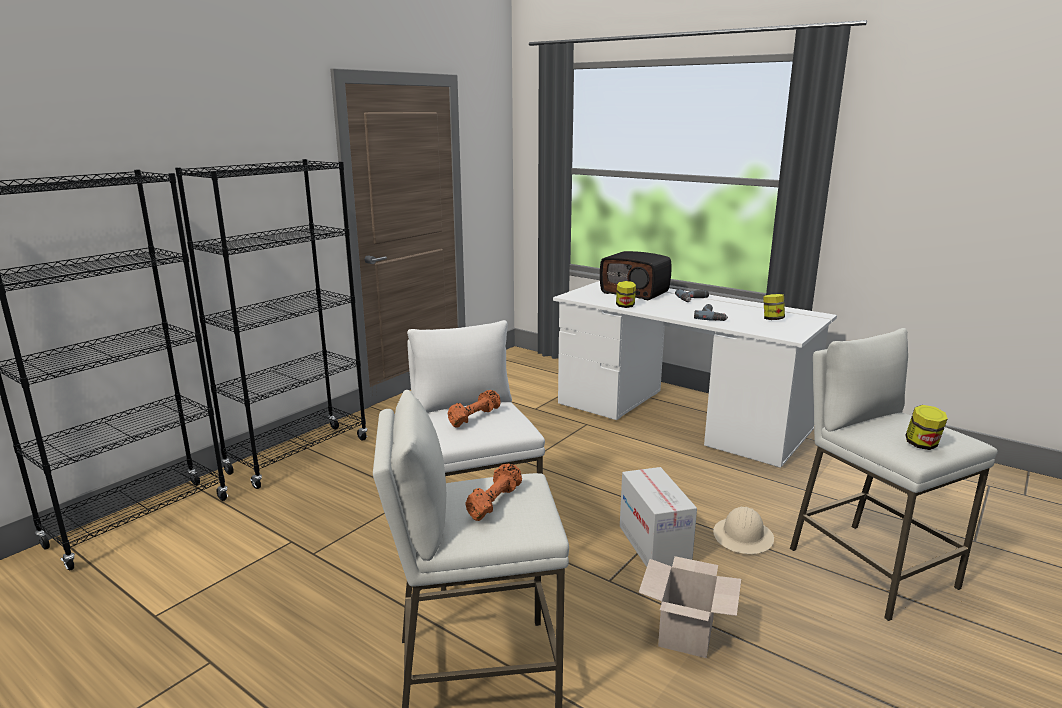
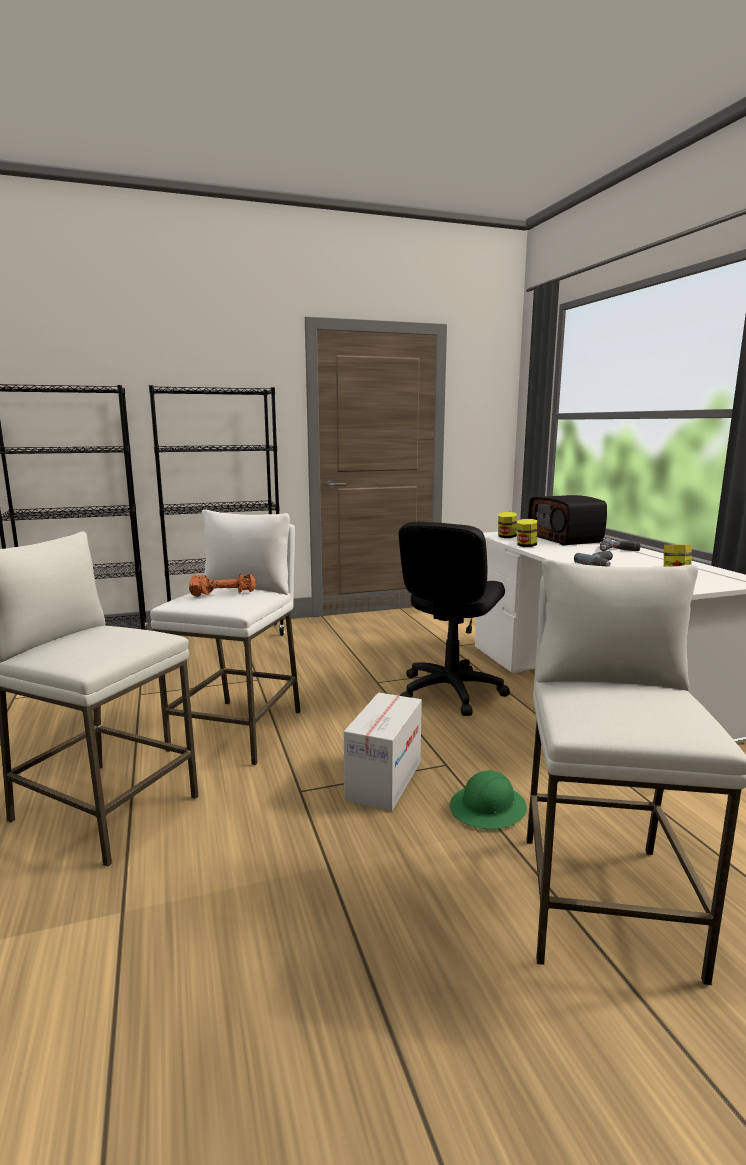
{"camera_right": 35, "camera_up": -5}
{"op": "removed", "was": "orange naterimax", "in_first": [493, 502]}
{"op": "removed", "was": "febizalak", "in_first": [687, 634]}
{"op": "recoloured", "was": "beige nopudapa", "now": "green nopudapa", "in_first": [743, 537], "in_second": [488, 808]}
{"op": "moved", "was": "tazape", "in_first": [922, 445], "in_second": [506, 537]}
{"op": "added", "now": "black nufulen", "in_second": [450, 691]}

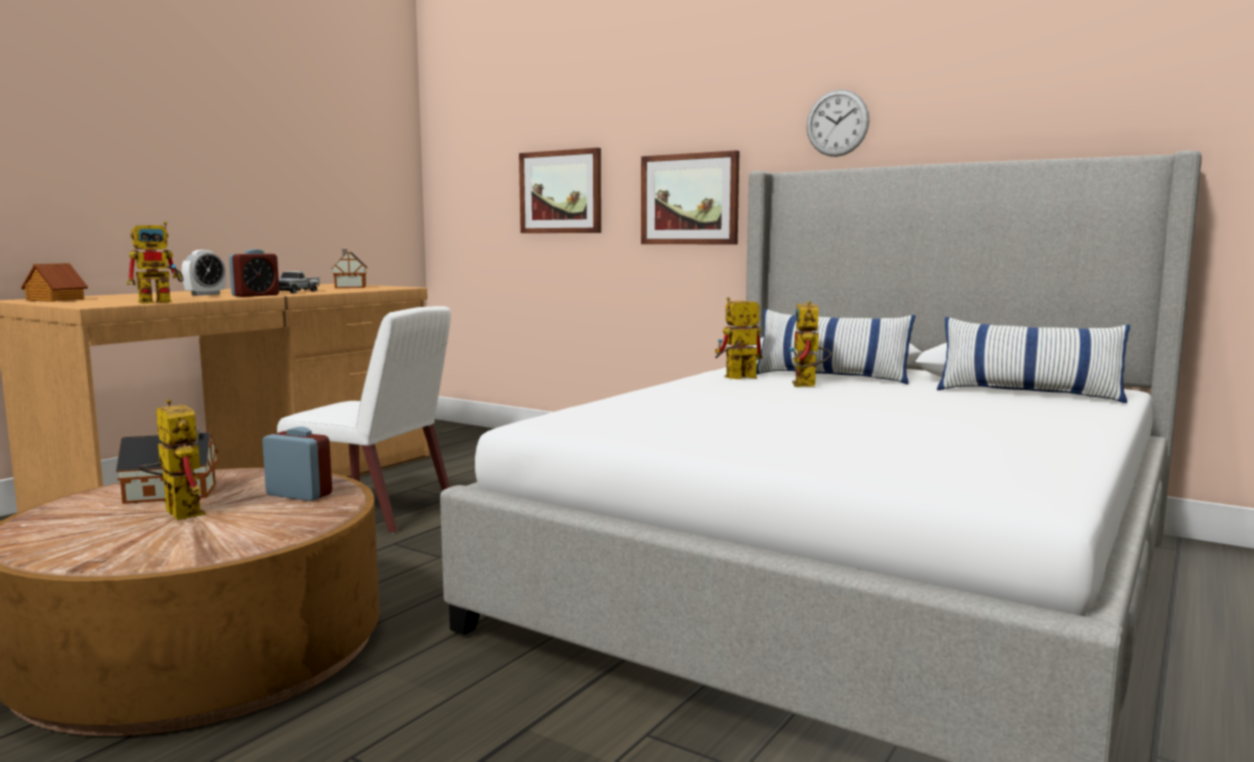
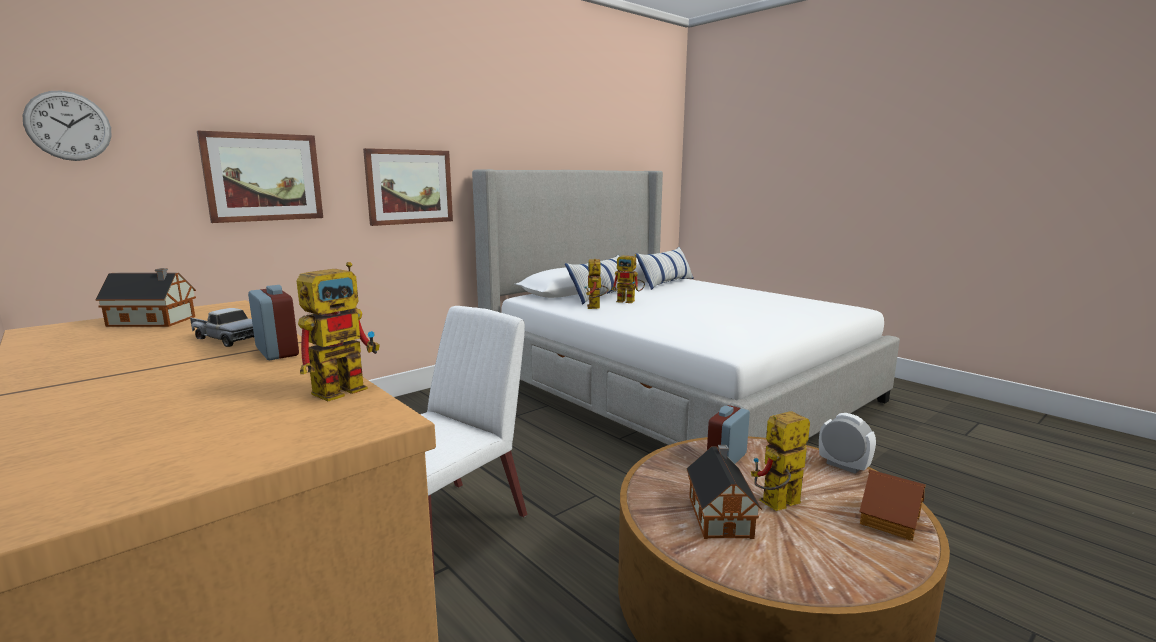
{"camera_right": -75, "camera_up": 5}
{"op": "moved", "was": "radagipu", "in_first": [54, 300], "in_second": [891, 520]}
{"op": "turned", "was": "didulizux", "in_first": [162, 302], "in_second": [347, 387], "clockwise": 60}
{"op": "moved", "was": "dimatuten", "in_first": [205, 294], "in_second": [843, 466]}
{"op": "moved", "was": "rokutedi", "in_first": [837, 123], "in_second": [68, 126]}

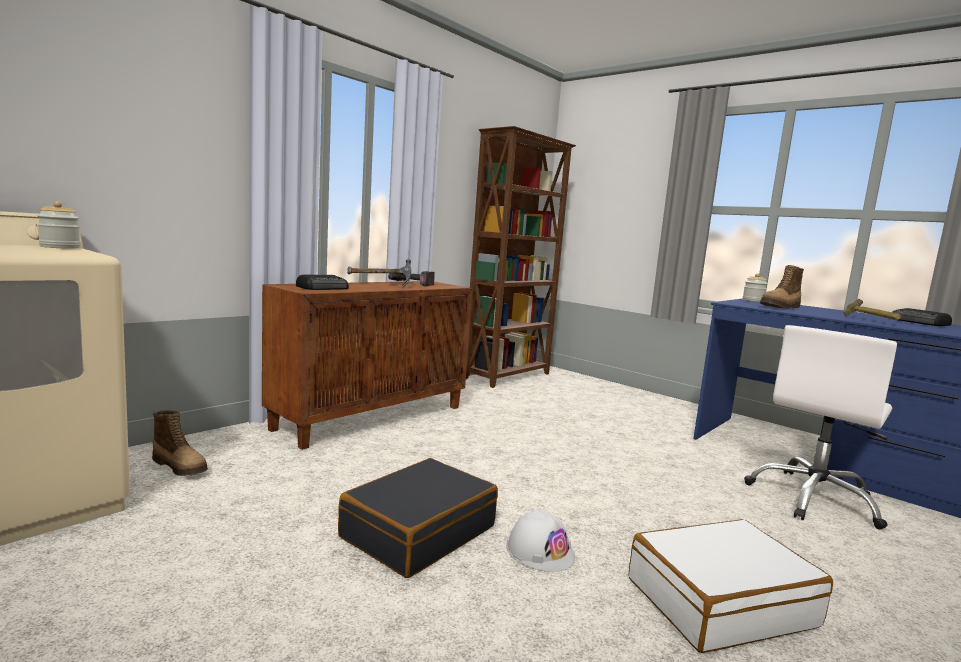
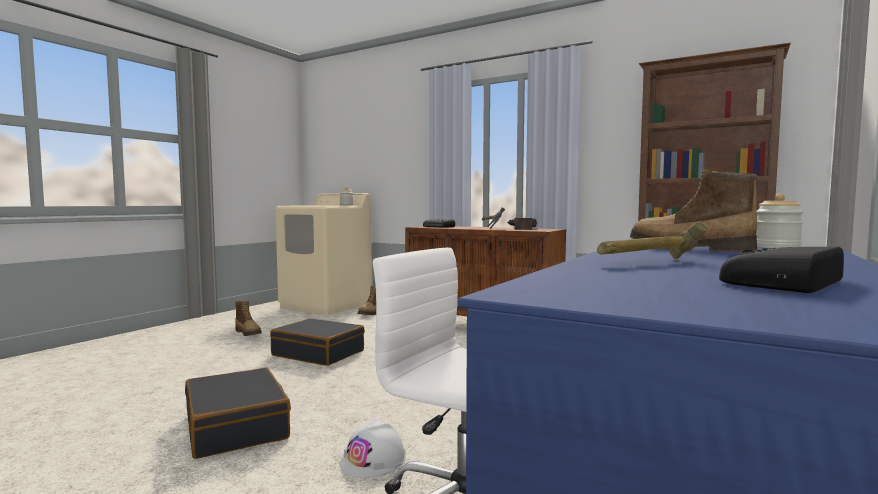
{"camera_right": 80, "camera_up": -5}
{"op": "moved", "was": "white nopudapa", "in_first": [540, 551], "in_second": [373, 460]}
{"op": "recoloured", "was": "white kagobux", "now": "black kagobux", "in_first": [719, 601], "in_second": [237, 427]}
{"op": "added", "now": "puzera", "in_second": [248, 333]}

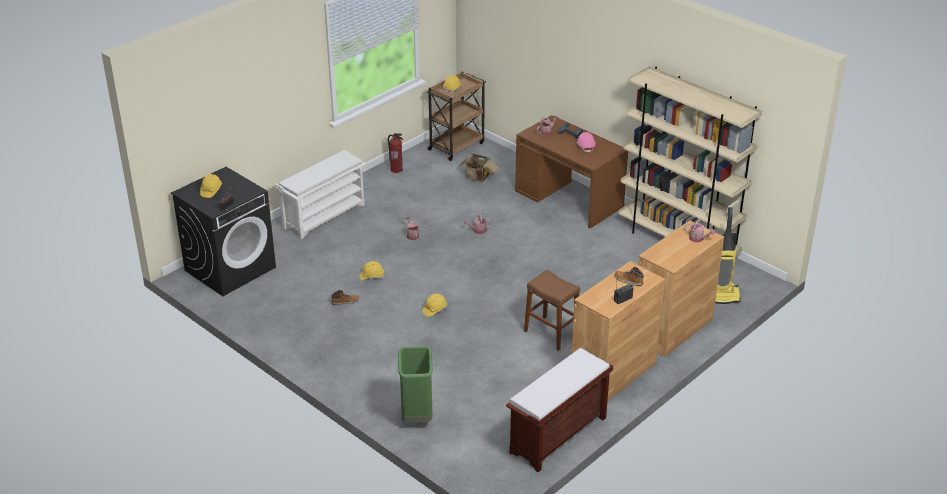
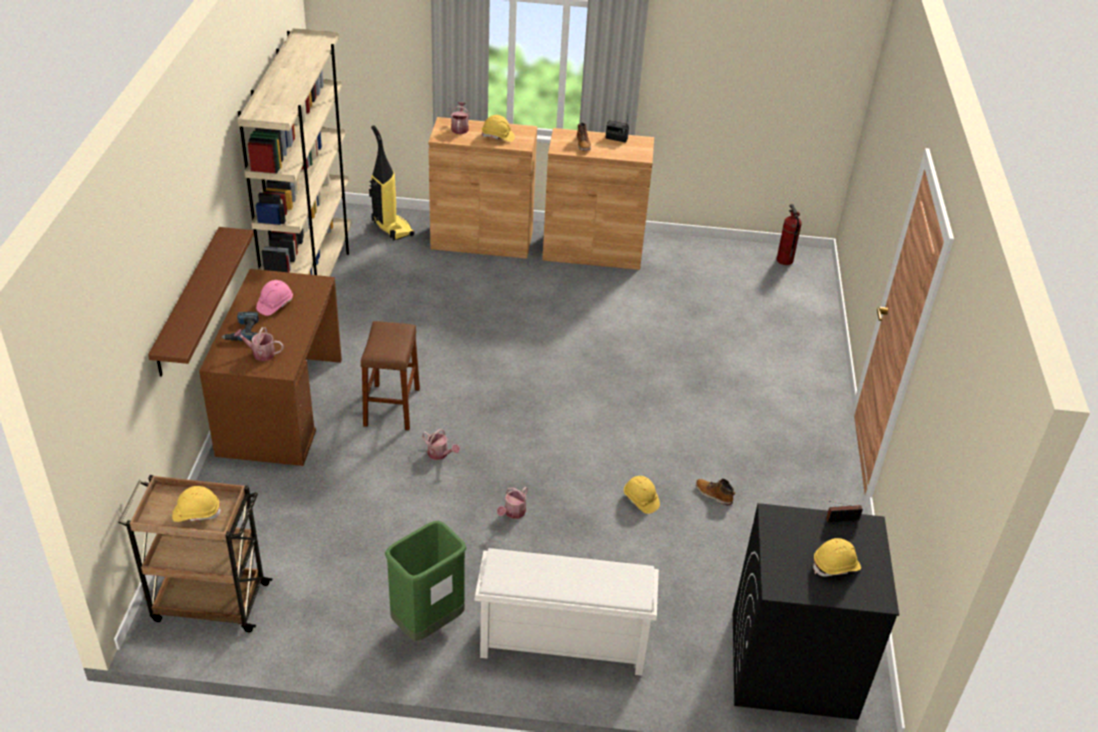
{"camera_right": -130, "camera_up": 5}
{"op": "moved", "was": "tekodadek", "in_first": [396, 169], "in_second": [784, 260]}
{"op": "moved", "was": "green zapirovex", "in_first": [417, 416], "in_second": [428, 623]}
{"op": "moved", "was": "yellow nopudapa", "in_first": [434, 309], "in_second": [498, 136]}
{"op": "removed", "was": "febizalak", "in_first": [477, 178]}
{"op": "removed", "was": "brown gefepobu", "in_first": [558, 436]}
{"op": "moved", "was": "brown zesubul", "in_first": [551, 333], "in_second": [392, 407]}
{"op": "added", "now": "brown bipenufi", "in_second": [188, 302]}

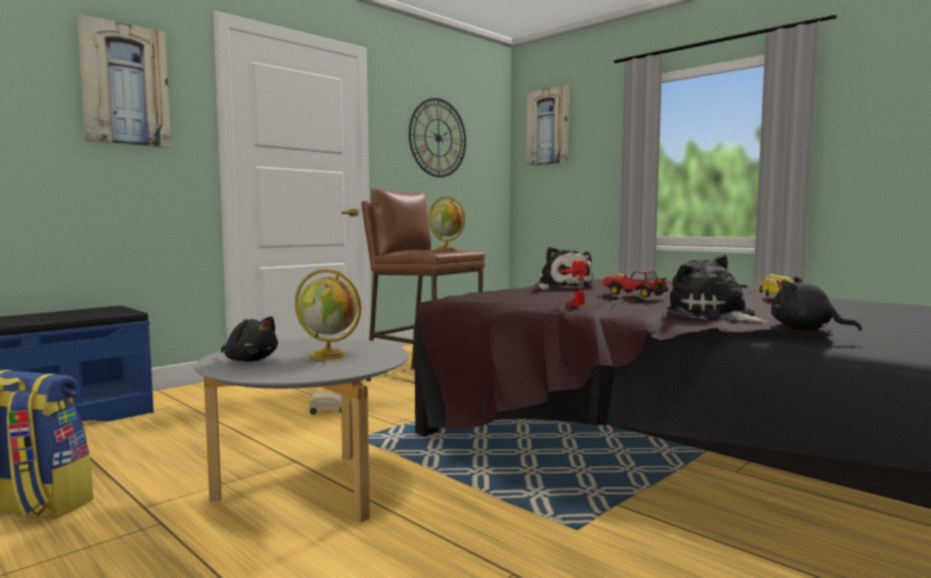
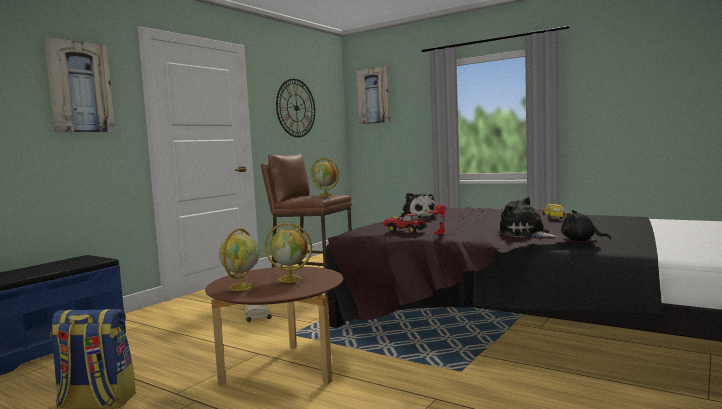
{"camera_right": -10, "camera_up": 0}
{"op": "recoloured", "was": "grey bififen", "now": "brown bififen", "in_first": [310, 489], "in_second": [281, 369]}
{"op": "replaced", "was": "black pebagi", "now": "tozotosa", "in_first": [250, 360], "in_second": [241, 287]}
{"op": "moved", "was": "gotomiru", "in_first": [633, 295], "in_second": [404, 230]}

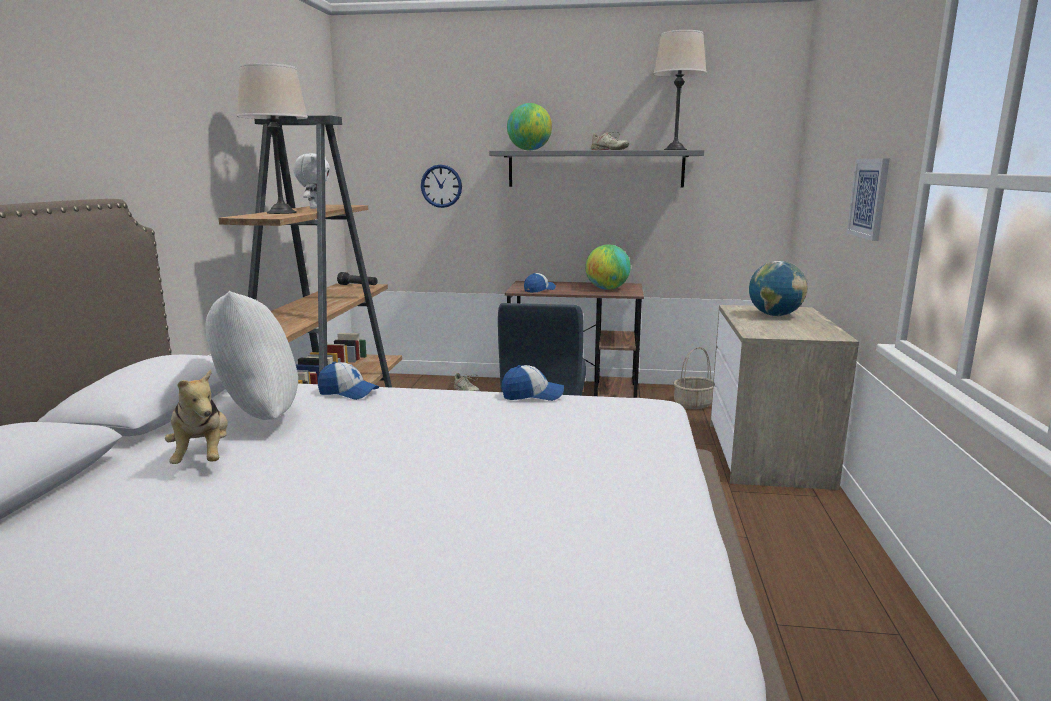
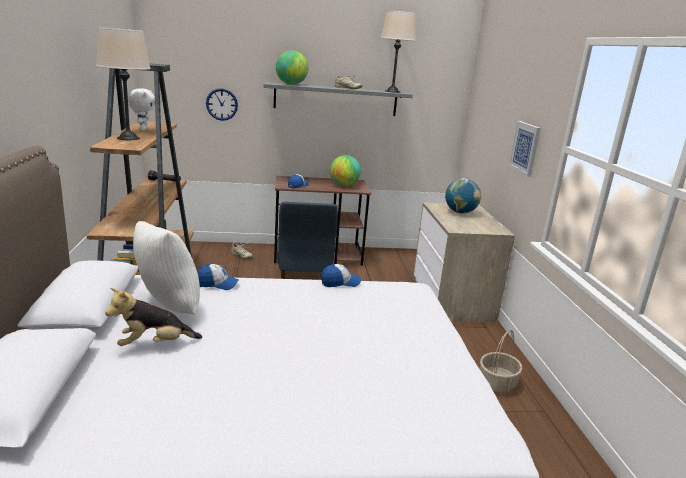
{"camera_right": -15, "camera_up": 5}
{"op": "turned", "was": "pebagi", "in_first": [203, 458], "in_second": [154, 344], "clockwise": 105}
{"op": "moved", "was": "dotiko", "in_first": [693, 404], "in_second": [497, 383]}

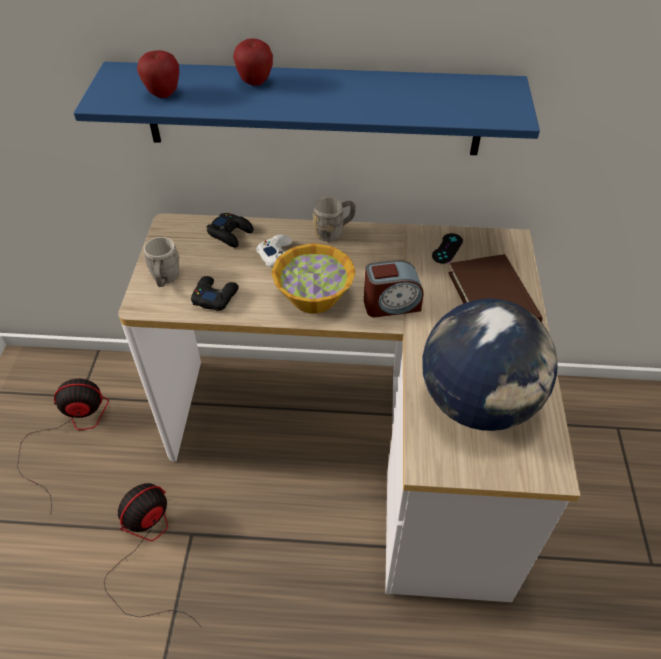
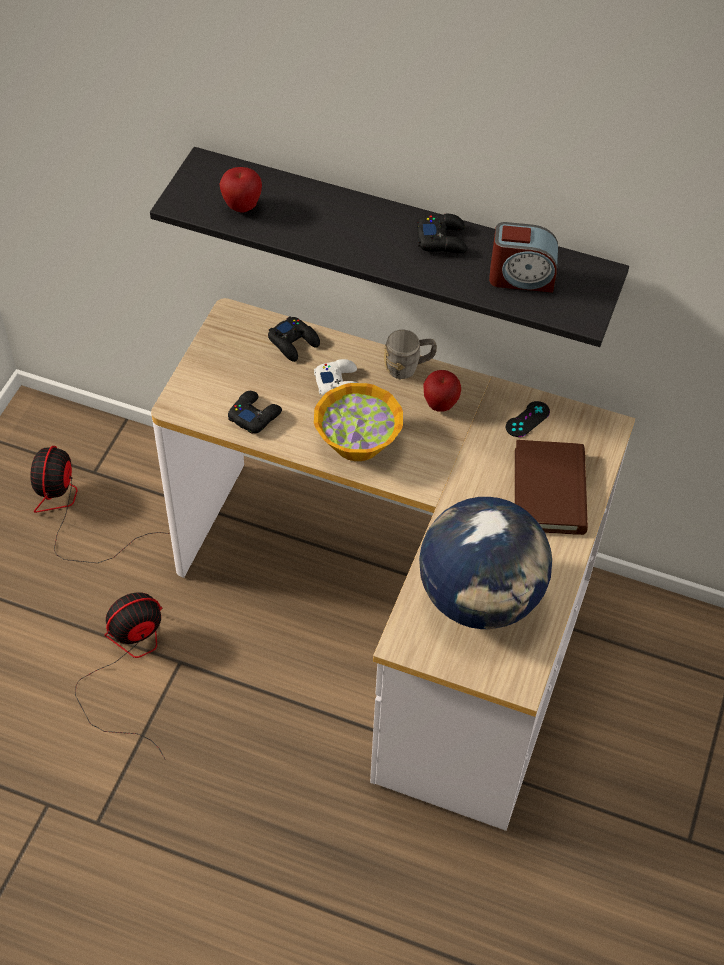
{"camera_right": 15, "camera_up": 5}
{"op": "turned", "was": "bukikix", "in_first": [69, 433], "in_second": [72, 512], "clockwise": -90}
{"op": "recoloured", "was": "blue bipenufi", "now": "black bipenufi", "in_first": [313, 109], "in_second": [402, 239]}
{"op": "removed", "was": "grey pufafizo", "in_first": [165, 279]}
{"op": "moved", "was": "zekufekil", "in_first": [255, 82], "in_second": [440, 405]}
{"op": "moved", "was": "dimatuten", "in_first": [391, 304], "in_second": [521, 277]}
{"op": "added", "now": "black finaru", "in_second": [442, 239]}

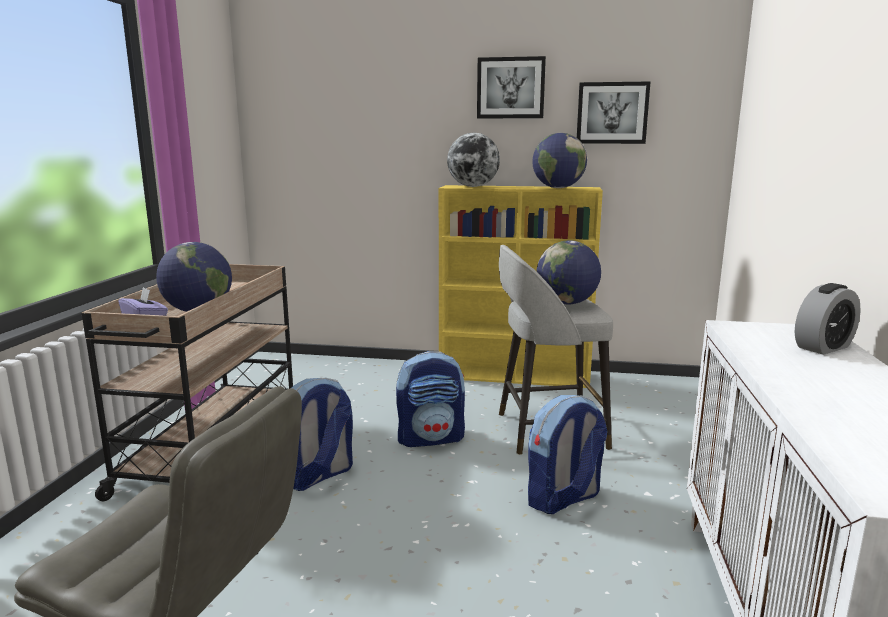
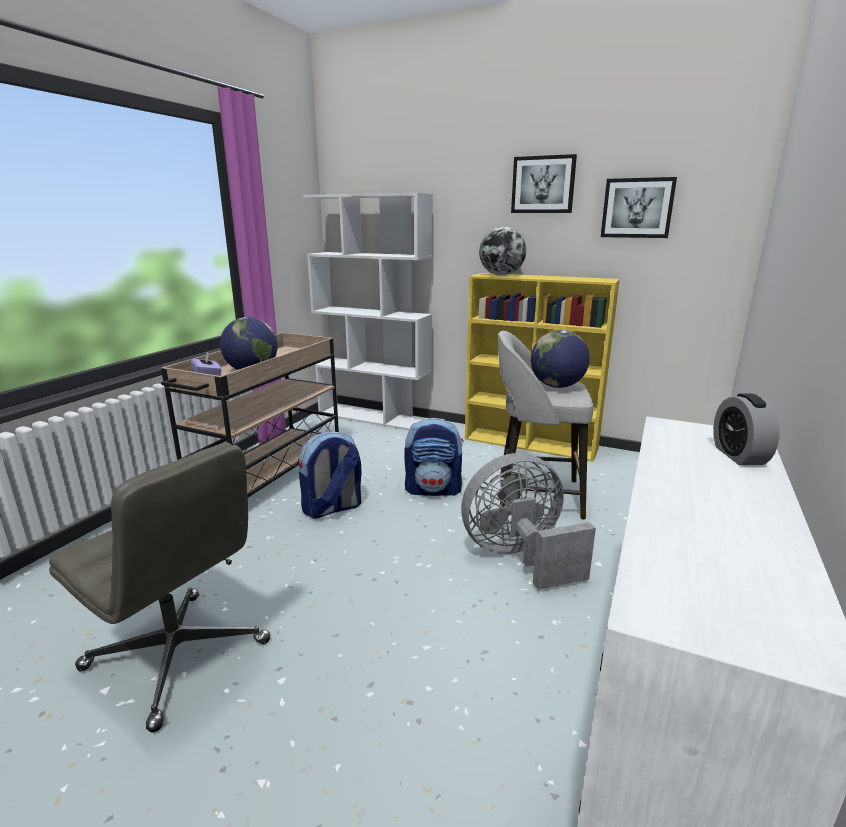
{"camera_right": 15, "camera_up": 5}
{"op": "replaced", "was": "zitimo", "now": "grey bukikix", "in_first": [563, 499], "in_second": [519, 557]}
{"op": "removed", "was": "tozotosa", "in_first": [558, 188]}
{"op": "turned", "was": "dimatuten", "in_first": [823, 347], "in_second": [738, 455], "clockwise": 105}
{"op": "added", "now": "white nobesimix", "in_second": [375, 417]}

